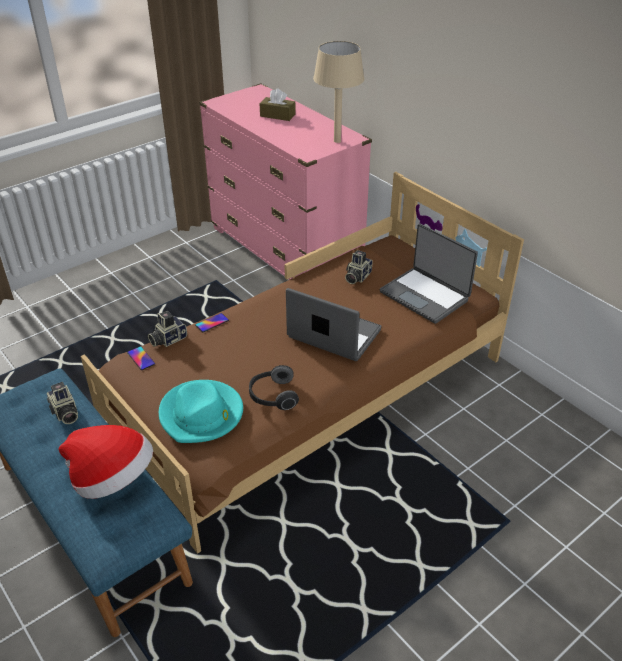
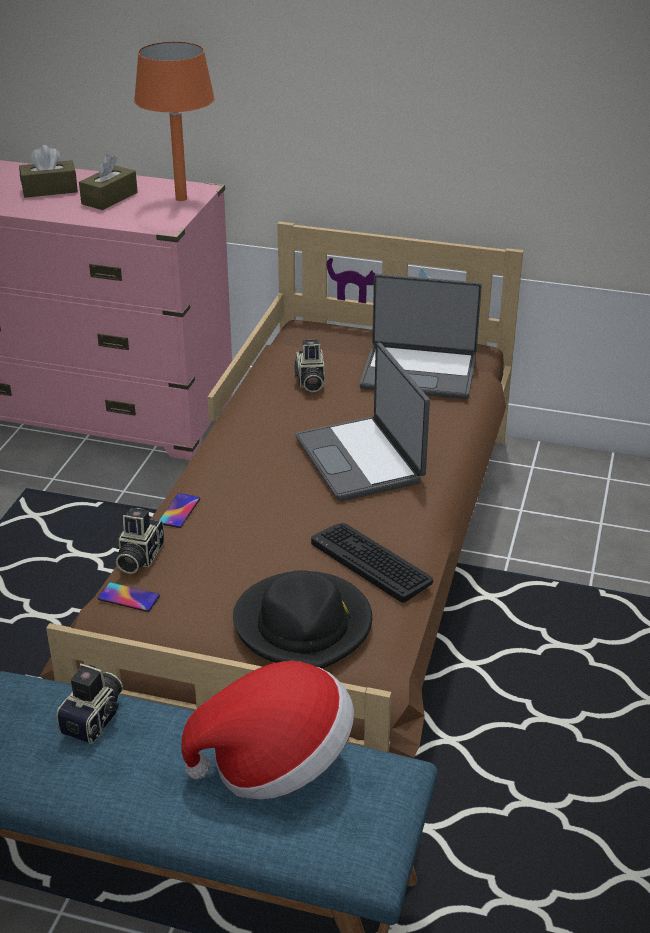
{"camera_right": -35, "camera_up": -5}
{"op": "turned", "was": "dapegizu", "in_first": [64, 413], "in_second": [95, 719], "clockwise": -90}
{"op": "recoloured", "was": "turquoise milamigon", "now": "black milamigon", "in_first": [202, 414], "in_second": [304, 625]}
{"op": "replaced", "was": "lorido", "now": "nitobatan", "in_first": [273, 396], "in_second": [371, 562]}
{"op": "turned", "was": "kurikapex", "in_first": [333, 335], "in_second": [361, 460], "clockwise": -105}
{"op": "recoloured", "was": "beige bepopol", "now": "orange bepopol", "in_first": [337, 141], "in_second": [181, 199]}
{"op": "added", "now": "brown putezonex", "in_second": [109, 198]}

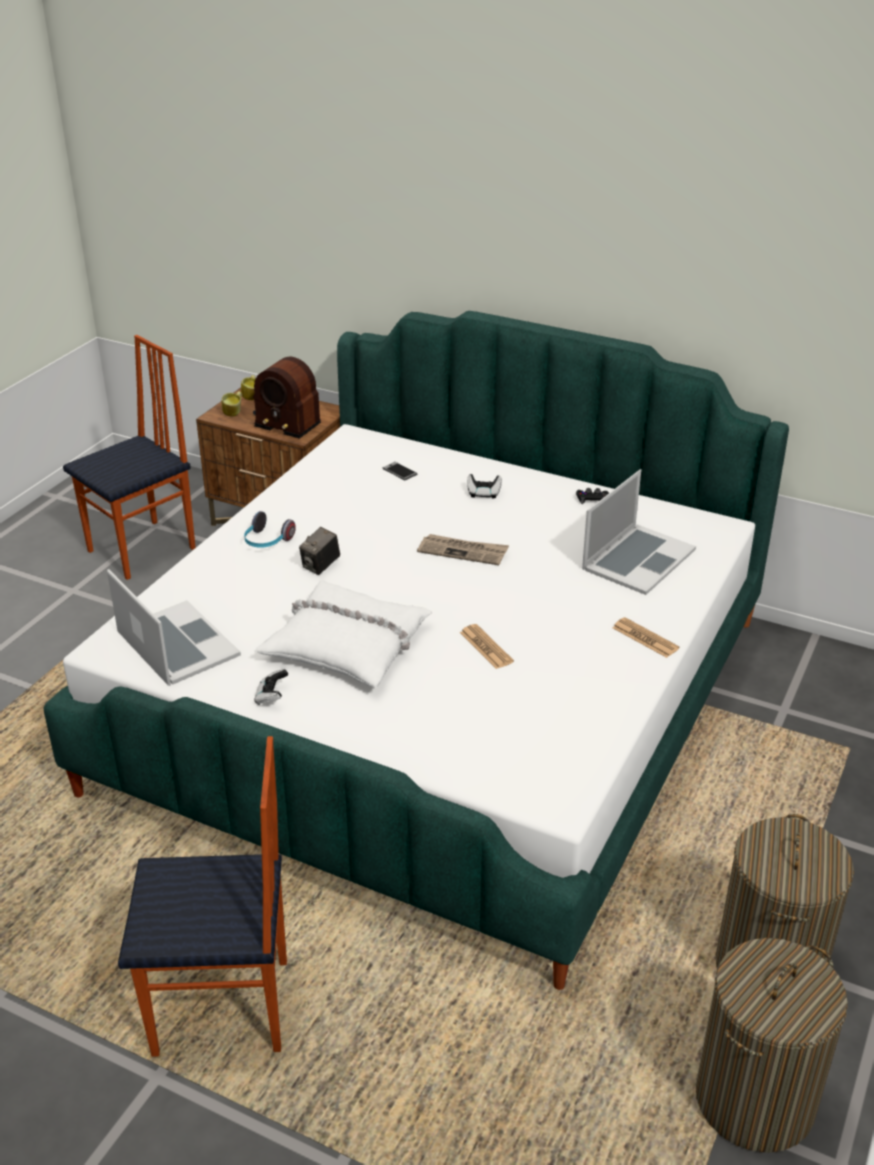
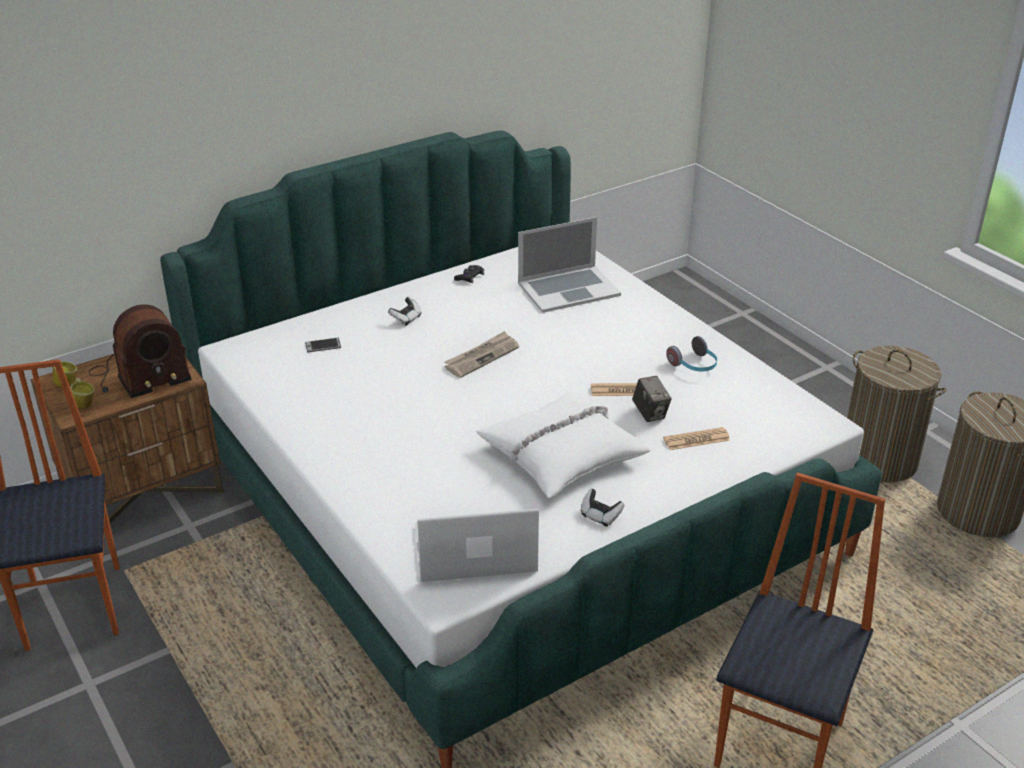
{"camera_right": -60, "camera_up": 0}
{"op": "moved", "was": "lorido", "in_first": [267, 542], "in_second": [694, 365]}
{"op": "moved", "was": "dapegizu", "in_first": [320, 566], "in_second": [650, 413]}
{"op": "turned", "was": "kurikapex", "in_first": [638, 559], "in_second": [568, 289], "clockwise": 90}
{"op": "moved", "was": "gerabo", "in_first": [645, 638], "in_second": [696, 439]}

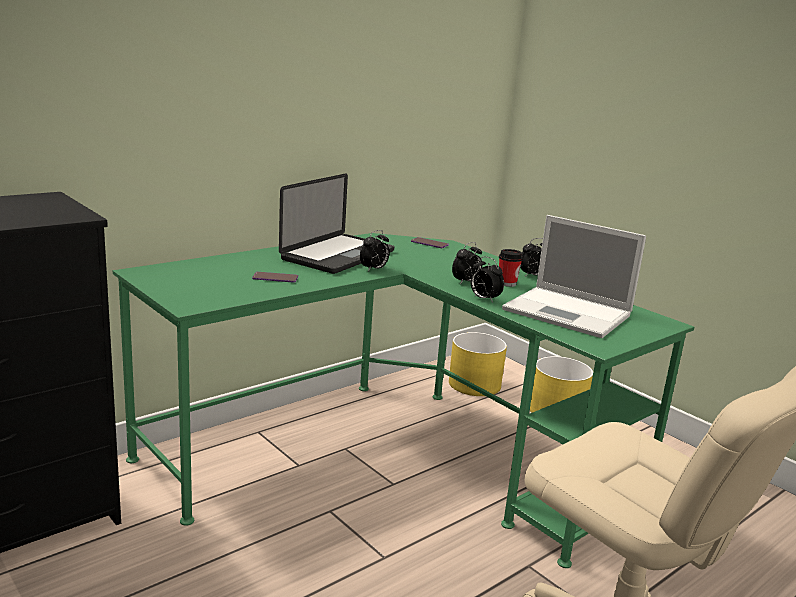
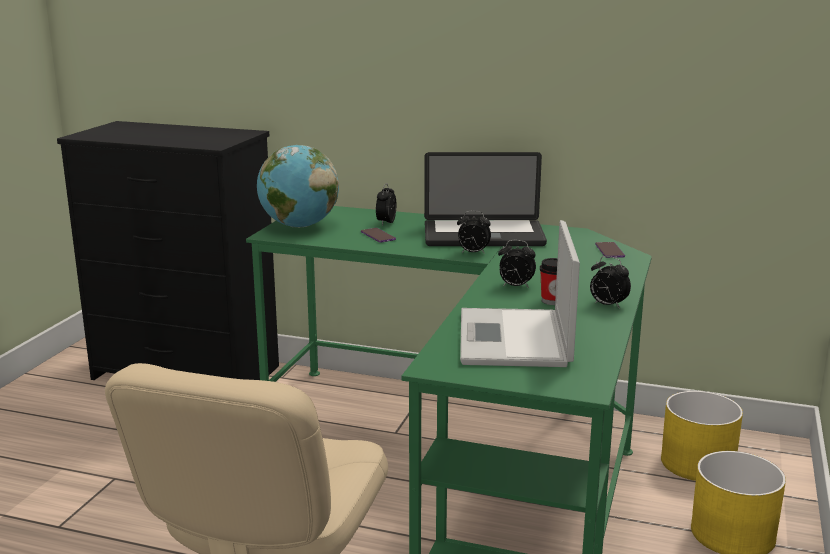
{"camera_right": 60, "camera_up": 0}
{"op": "moved", "was": "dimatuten", "in_first": [484, 299], "in_second": [386, 223]}
{"op": "added", "now": "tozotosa", "in_second": [299, 226]}

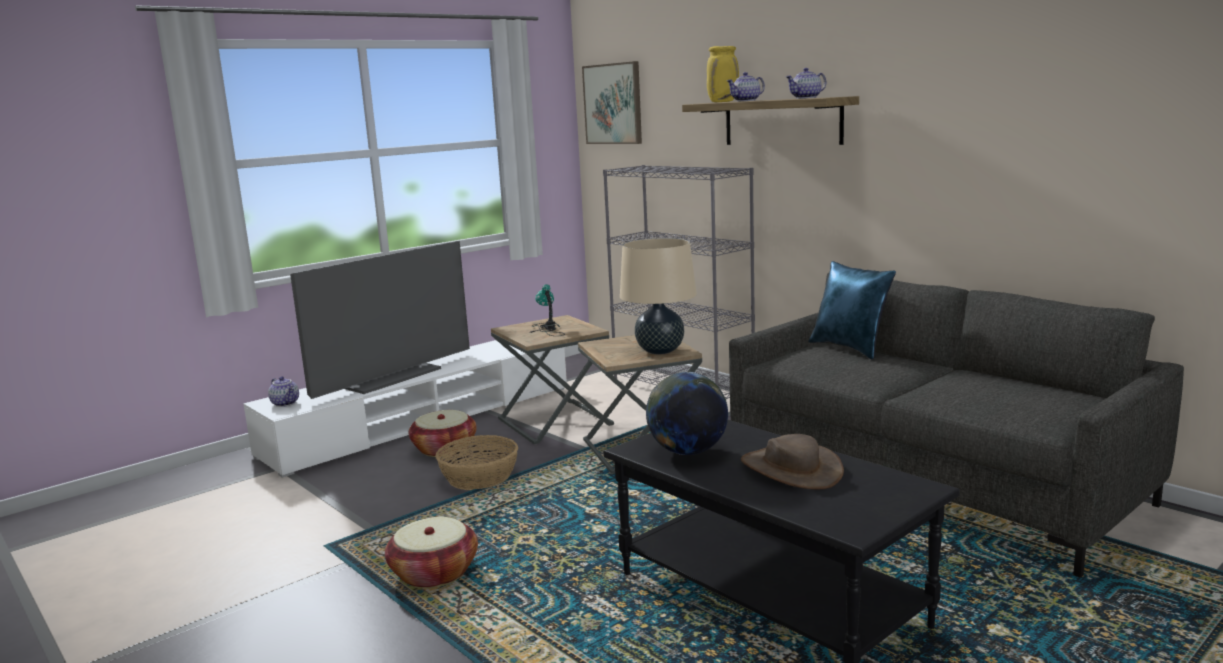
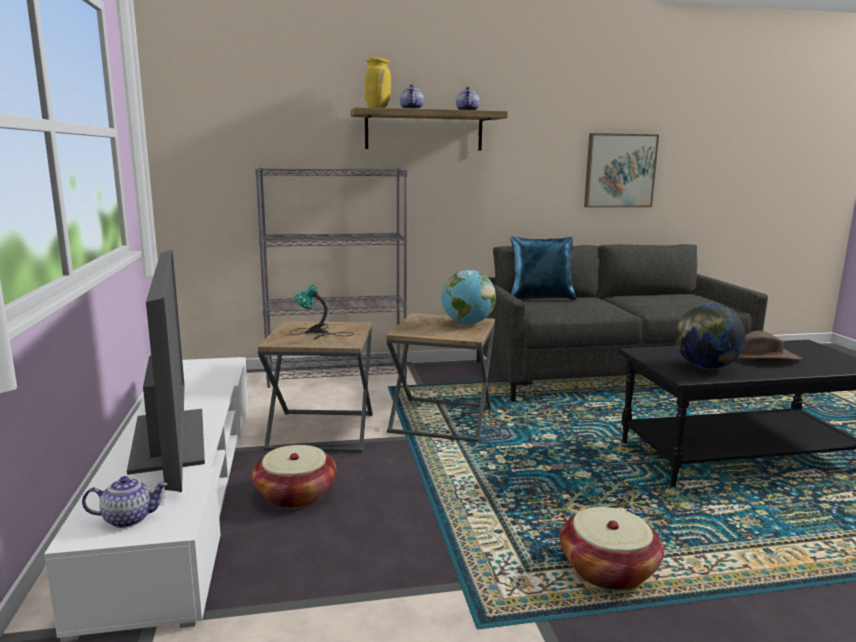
{"camera_right": -60, "camera_up": 0}
{"op": "removed", "was": "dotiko", "in_first": [480, 477]}
{"op": "moved", "was": "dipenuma", "in_first": [613, 104], "in_second": [620, 170]}
{"op": "replaced", "was": "beige bepopol", "now": "tozotosa", "in_first": [660, 351], "in_second": [467, 324]}

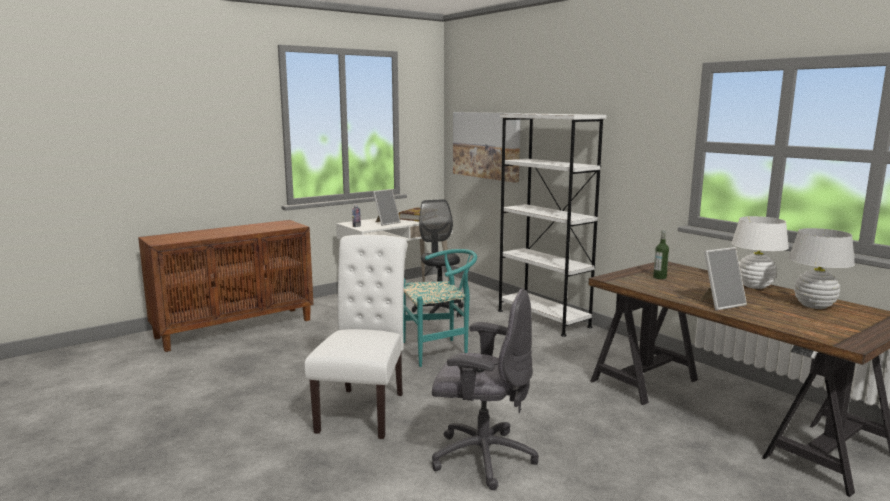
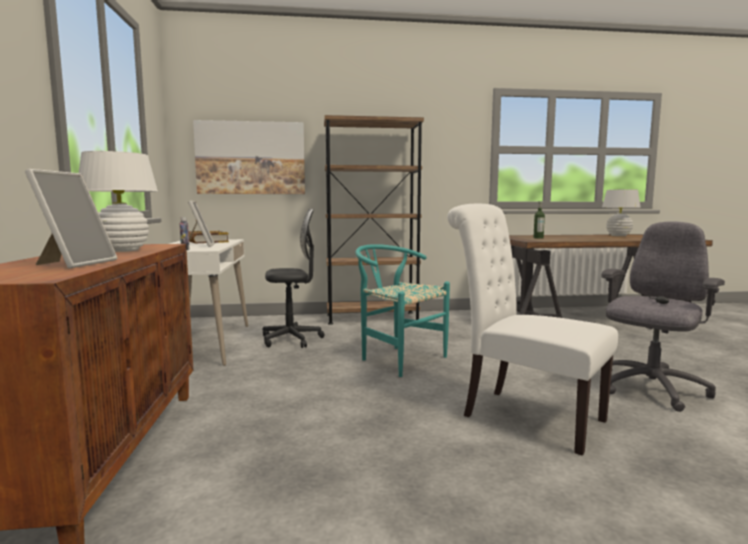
{"camera_right": -60, "camera_up": -5}
{"op": "turned", "was": "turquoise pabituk", "in_first": [440, 350], "in_second": [397, 358], "clockwise": -60}
{"op": "turned", "was": "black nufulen", "in_first": [439, 311], "in_second": [291, 340], "clockwise": 150}
{"op": "recoloured", "was": "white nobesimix", "now": "brown nobesimix", "in_first": [543, 318], "in_second": [372, 318]}
{"op": "moved", "was": "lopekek", "in_first": [720, 304], "in_second": [75, 264]}
{"op": "moved", "was": "white bepopol", "in_first": [754, 286], "in_second": [123, 250]}

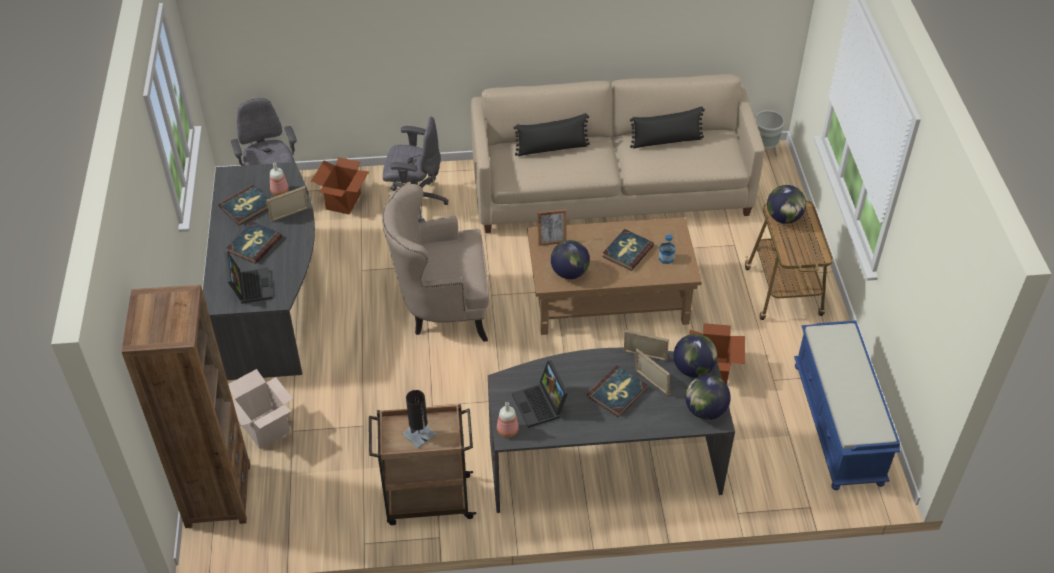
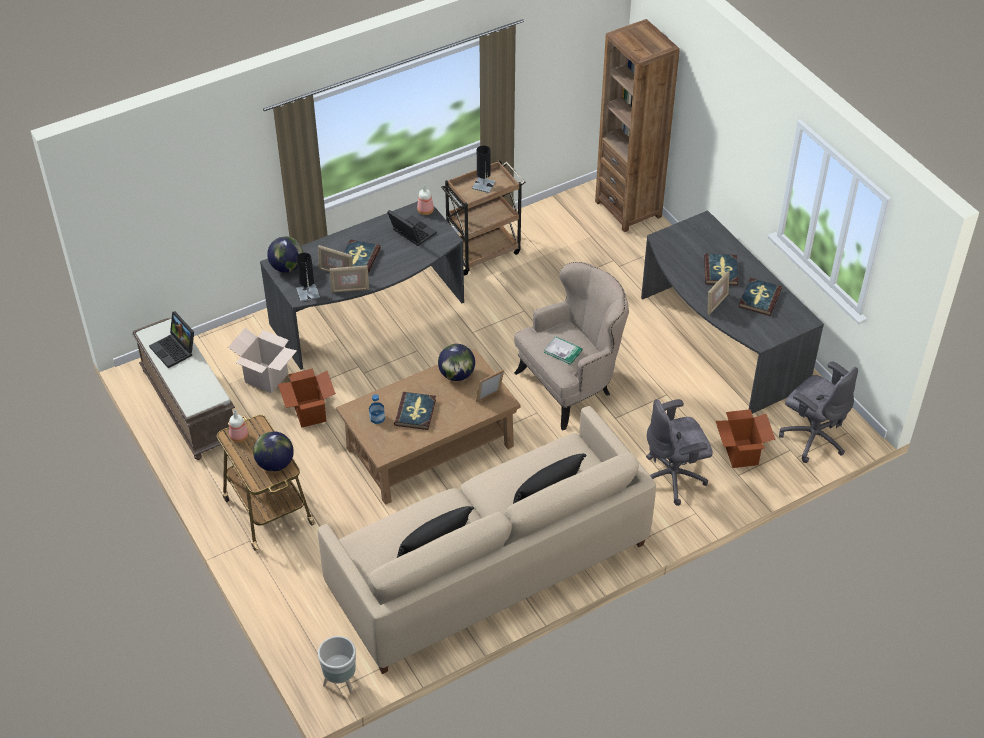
{"camera_right": 155, "camera_up": 0}
{"op": "moved", "was": "kurikapex", "in_first": [249, 286], "in_second": [175, 350]}
{"op": "moved", "was": "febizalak", "in_first": [266, 428], "in_second": [266, 378]}
{"op": "moved", "was": "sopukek", "in_first": [280, 191], "in_second": [238, 436]}
{"op": "replaced", "was": "tozotosa", "now": "black bepopol", "in_first": [693, 369], "in_second": [308, 293]}
{"op": "recoloured", "was": "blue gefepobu", "now": "brown gefepobu", "in_first": [839, 424], "in_second": [188, 405]}
{"op": "added", "now": "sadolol", "in_second": [563, 351]}

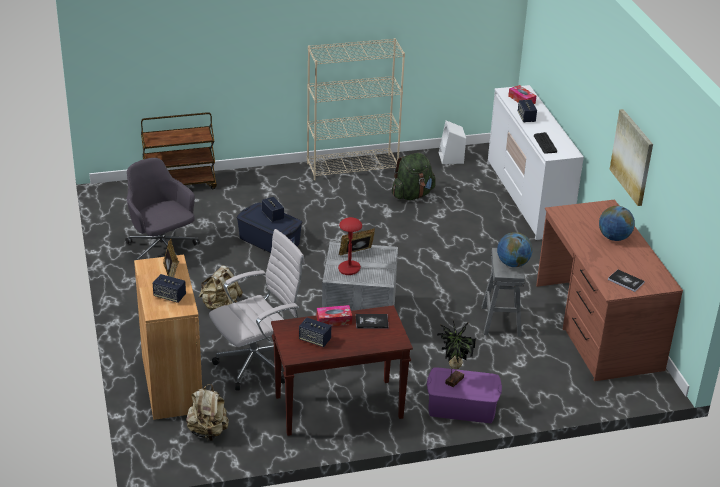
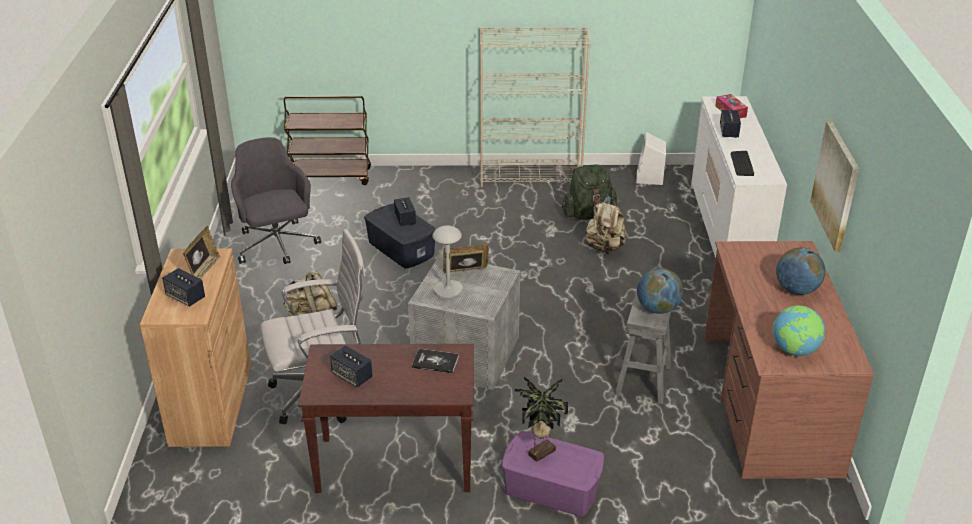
{"camera_right": 15, "camera_up": 0}
{"op": "moved", "was": "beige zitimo", "in_first": [208, 431], "in_second": [605, 248]}
{"op": "removed", "was": "putezonex", "in_first": [334, 320]}
{"op": "recoloured", "was": "red bepopol", "now": "grey bepopol", "in_first": [349, 269], "in_second": [448, 290]}
{"op": "replaced", "was": "sadolol", "now": "tozotosa", "in_first": [626, 281], "in_second": [794, 351]}

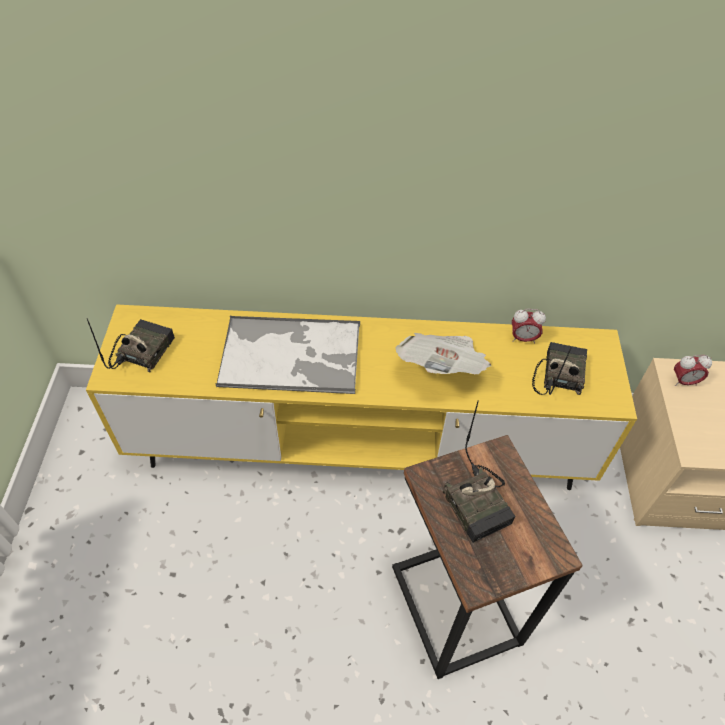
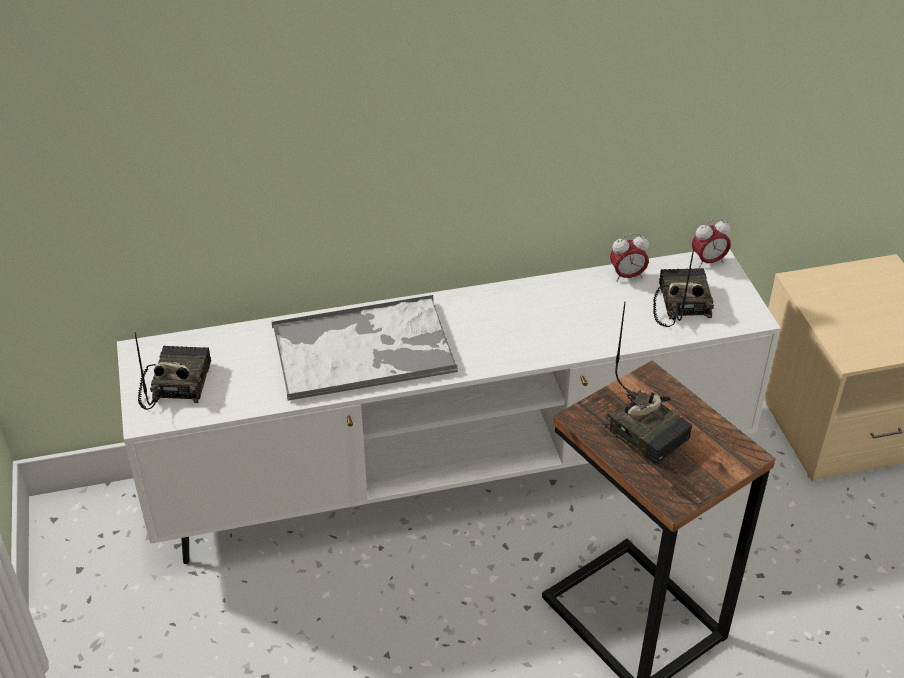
{"camera_right": -15, "camera_up": -10}
{"op": "recoloured", "was": "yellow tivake", "now": "white tivake", "in_first": [359, 448], "in_second": [451, 478]}
{"op": "removed", "was": "gerabo", "in_first": [442, 367]}
{"op": "moved", "was": "dimatuten", "in_first": [684, 381], "in_second": [708, 261]}

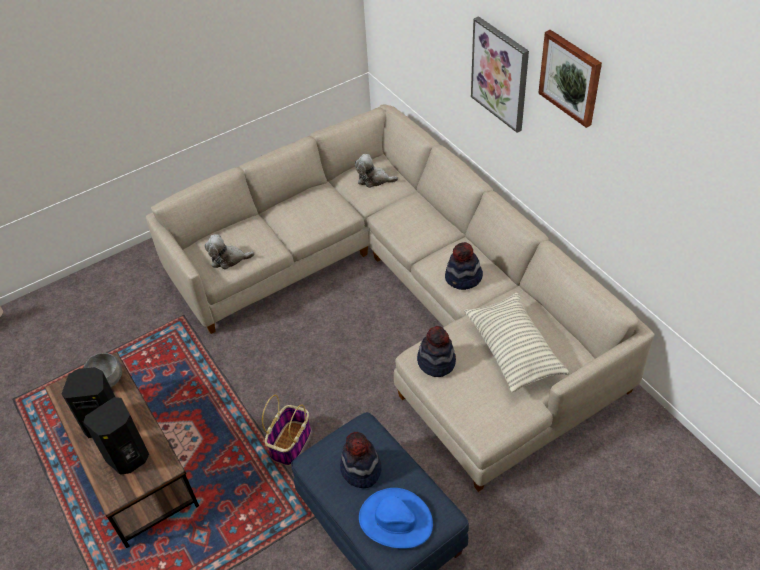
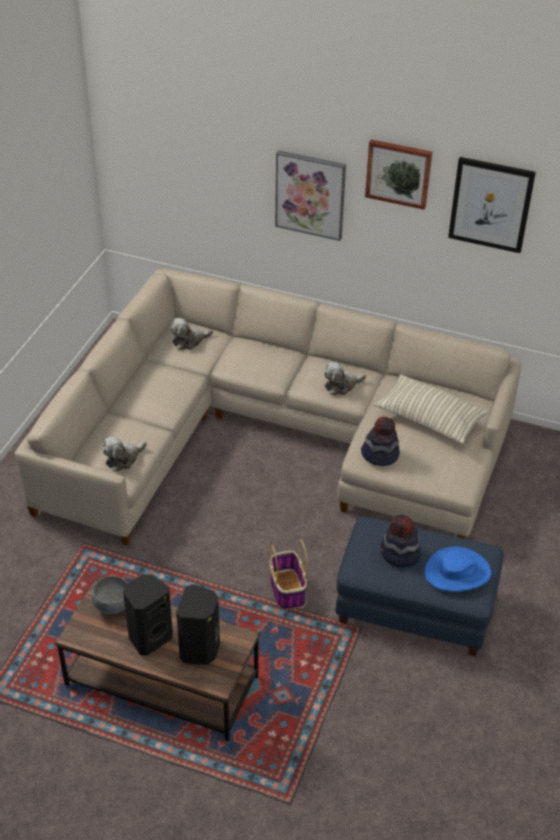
{"camera_right": -40, "camera_up": -5}
{"op": "replaced", "was": "milamigon", "now": "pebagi", "in_first": [463, 278], "in_second": [341, 386]}
{"op": "added", "now": "dipenuma", "in_second": [491, 204]}

